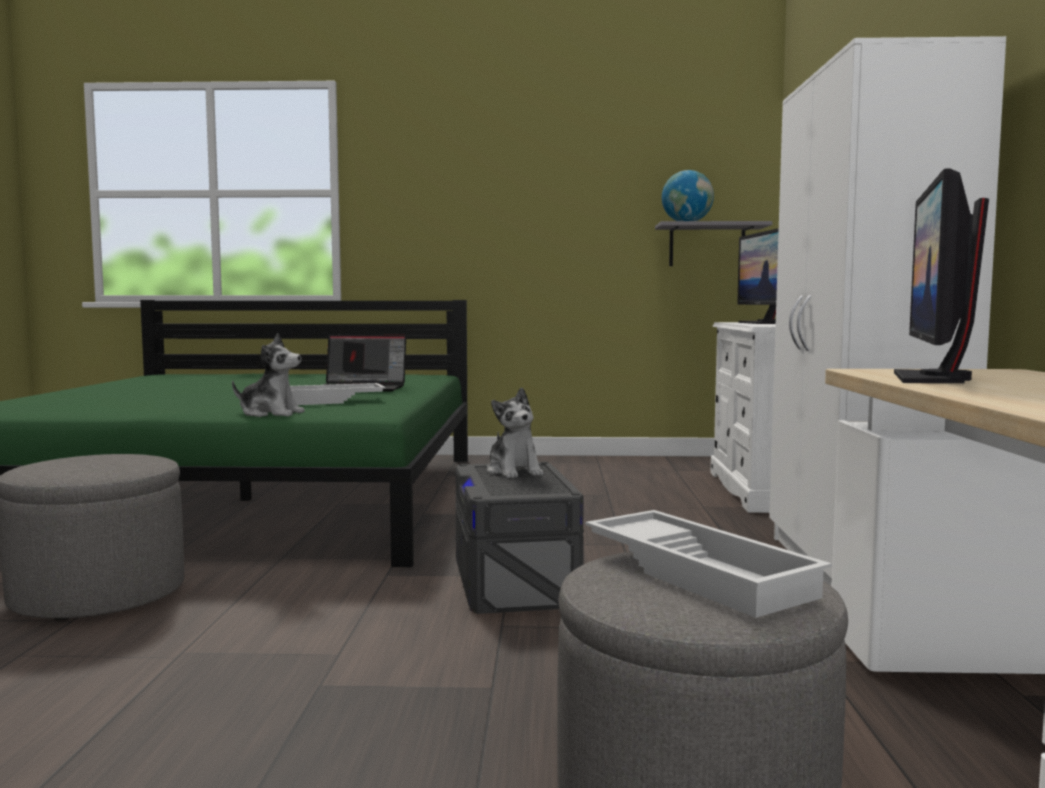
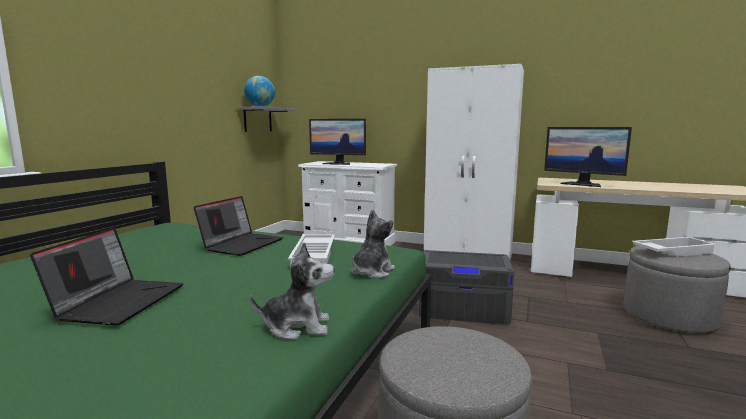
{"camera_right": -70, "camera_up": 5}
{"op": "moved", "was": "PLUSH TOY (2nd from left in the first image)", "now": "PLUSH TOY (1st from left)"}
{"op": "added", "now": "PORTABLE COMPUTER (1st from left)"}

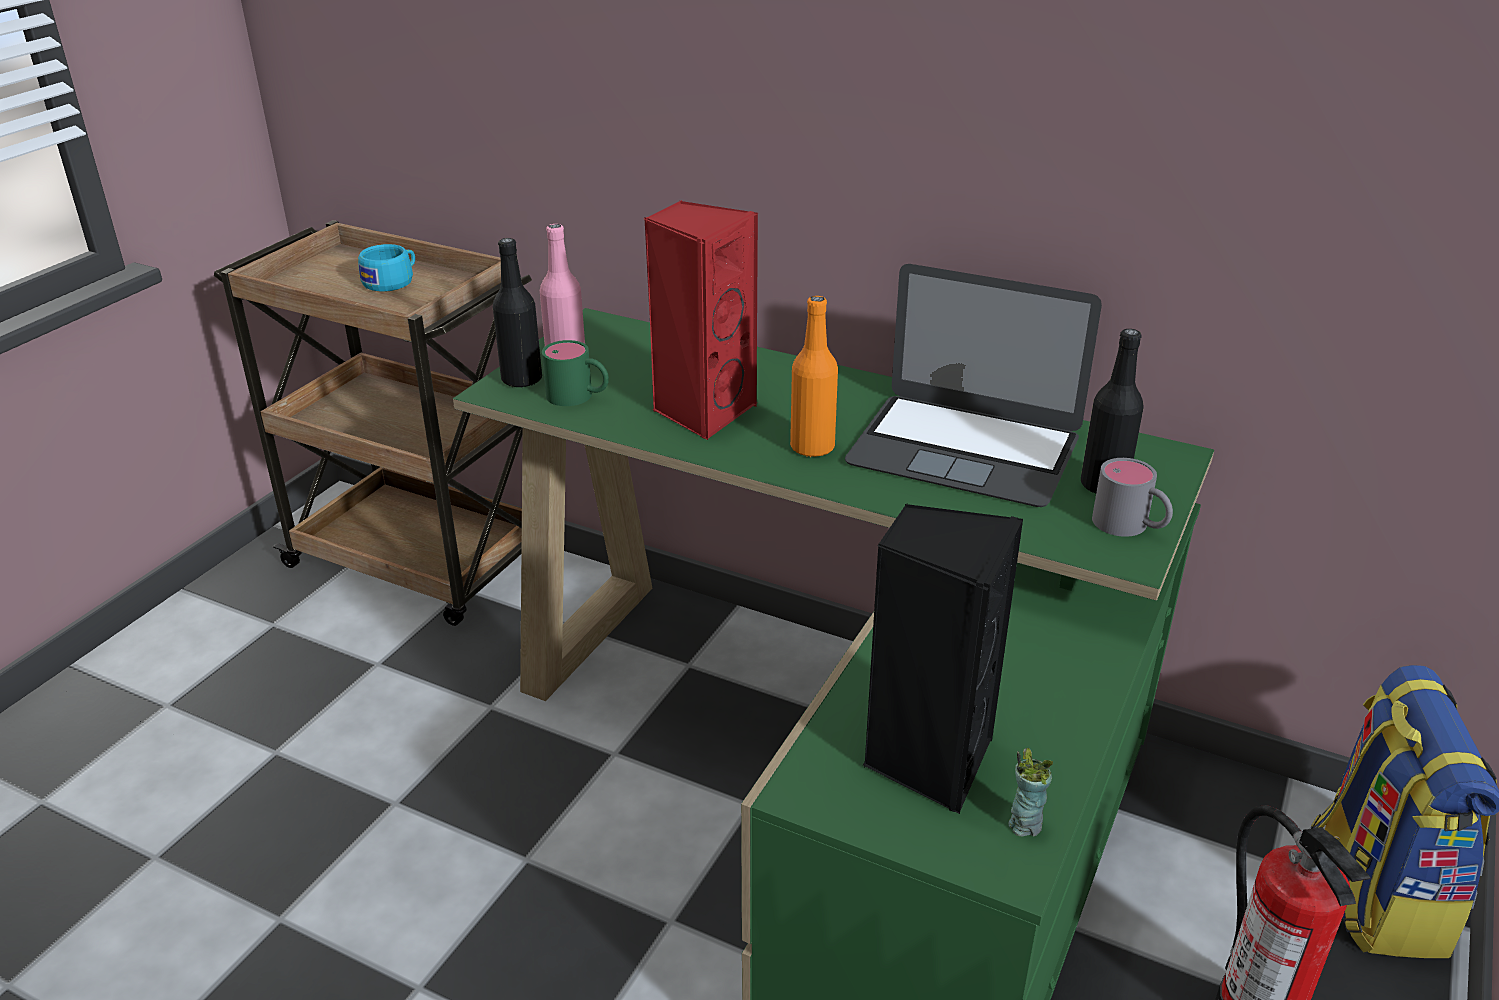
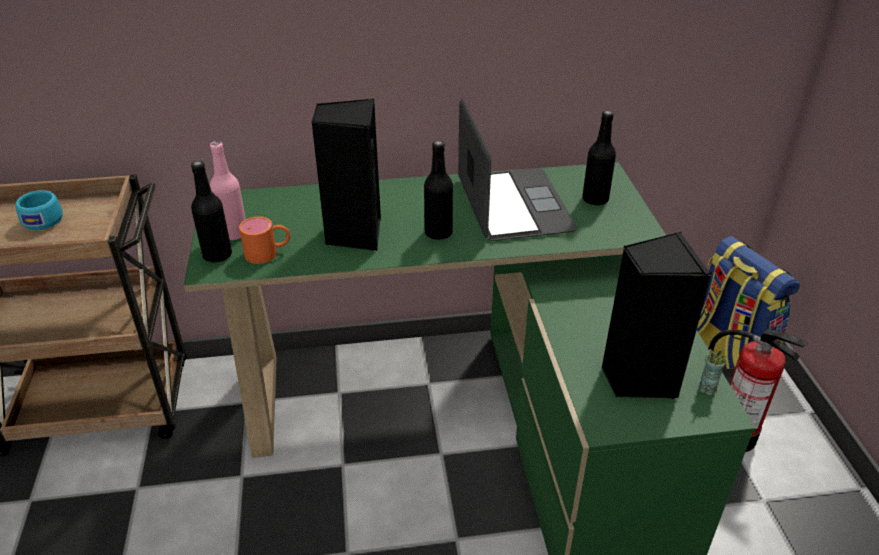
{"camera_right": -35, "camera_up": 5}
{"op": "recoloured", "was": "RED-COLOURED SPEAKER", "now": "BLACK SPEAKER (1st from left)"}
{"op": "turned", "was": "PORTABLE COMPUTER", "clockwise": -90}
{"op": "recoloured", "was": "ORANGEY BOTTLE", "now": "BLACK BOTTLE (2nd from left)"}
{"op": "recoloured", "was": "GREEN TEA MUG", "now": "ORANGEY TEA MUG"}
{"op": "removed", "was": "GRAY TEA MUG"}

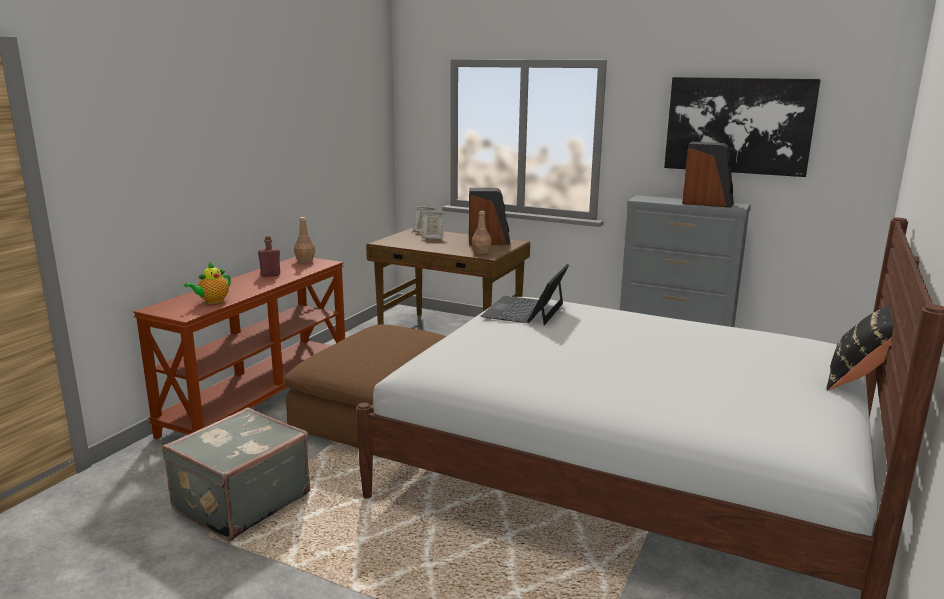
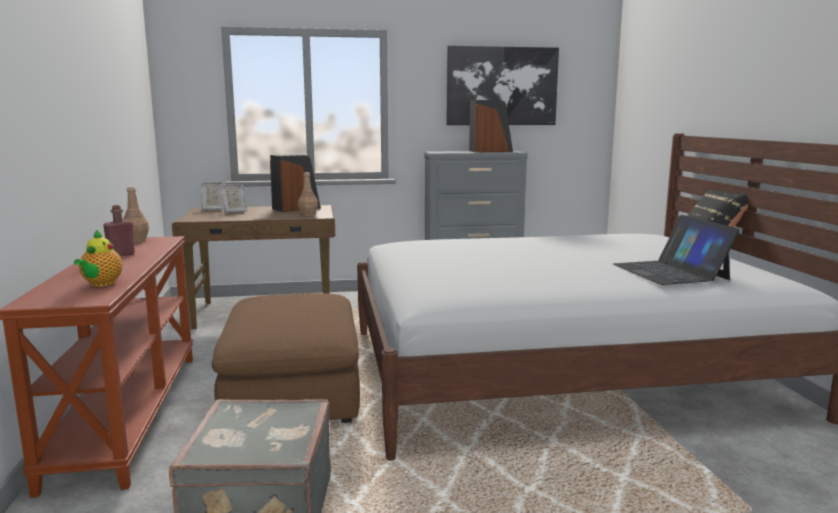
{"camera_right": -35, "camera_up": -5}
{"op": "moved", "was": "PORTABLE COMPUTER"}

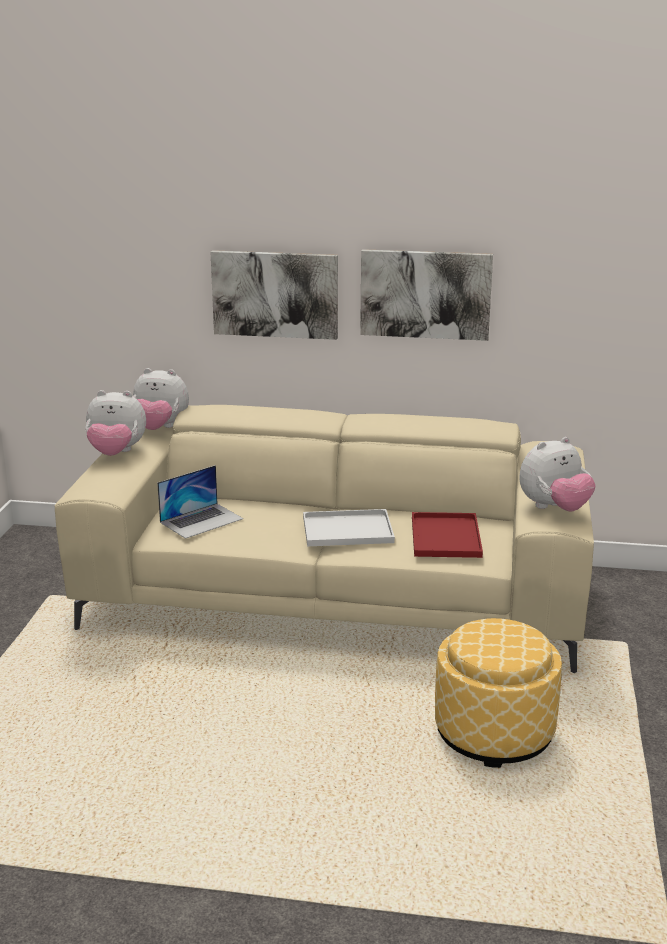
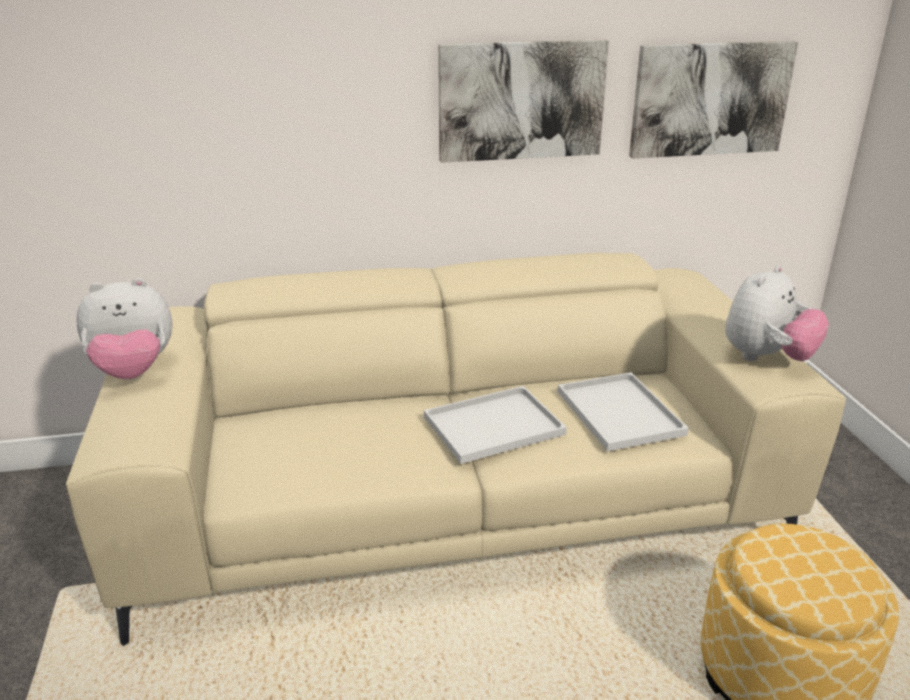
{"camera_right": -20, "camera_up": 5}
{"op": "moved", "was": "PICTURE (1st from left in the first image)", "now": "PICTURE (2nd from left)"}
{"op": "removed", "was": "PLUSH TOY (2nd from left)"}
{"op": "removed", "was": "PORTABLE COMPUTER"}
{"op": "recoloured", "was": "RED-COLOURED TRAY", "now": "WHITE-COLOURED TRAY (2nd from left)"}

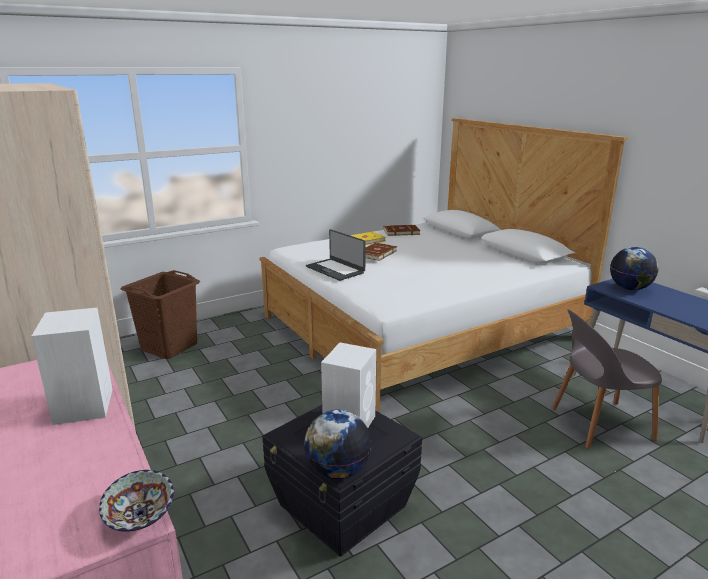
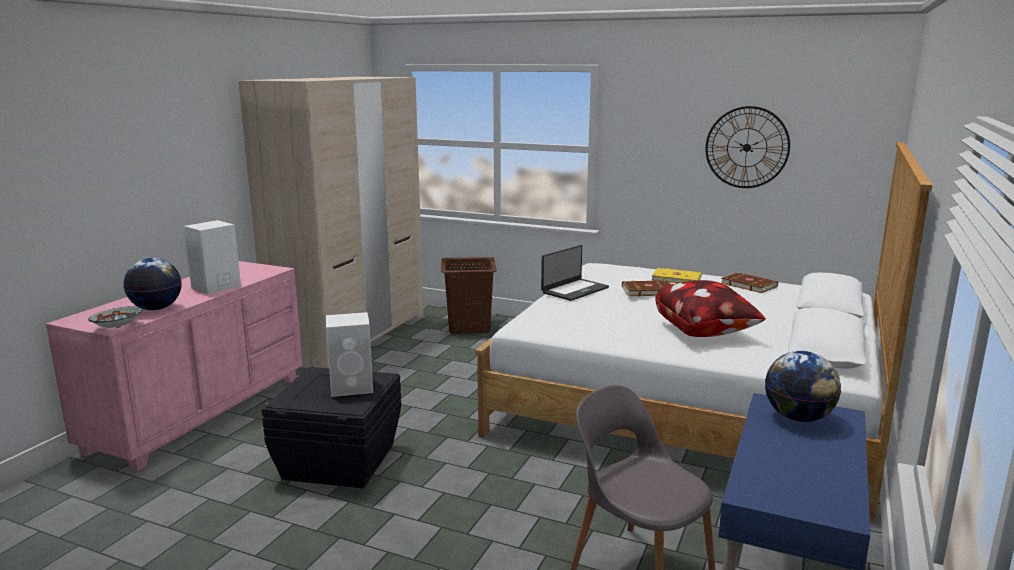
{"camera_right": 55, "camera_up": -5}
{"op": "turned", "was": "PORTABLE COMPUTER", "clockwise": -150}
{"op": "moved", "was": "GLOBE (1st from left)"}
{"op": "added", "now": "HANGING CLOCK"}
{"op": "added", "now": "PILLOW"}

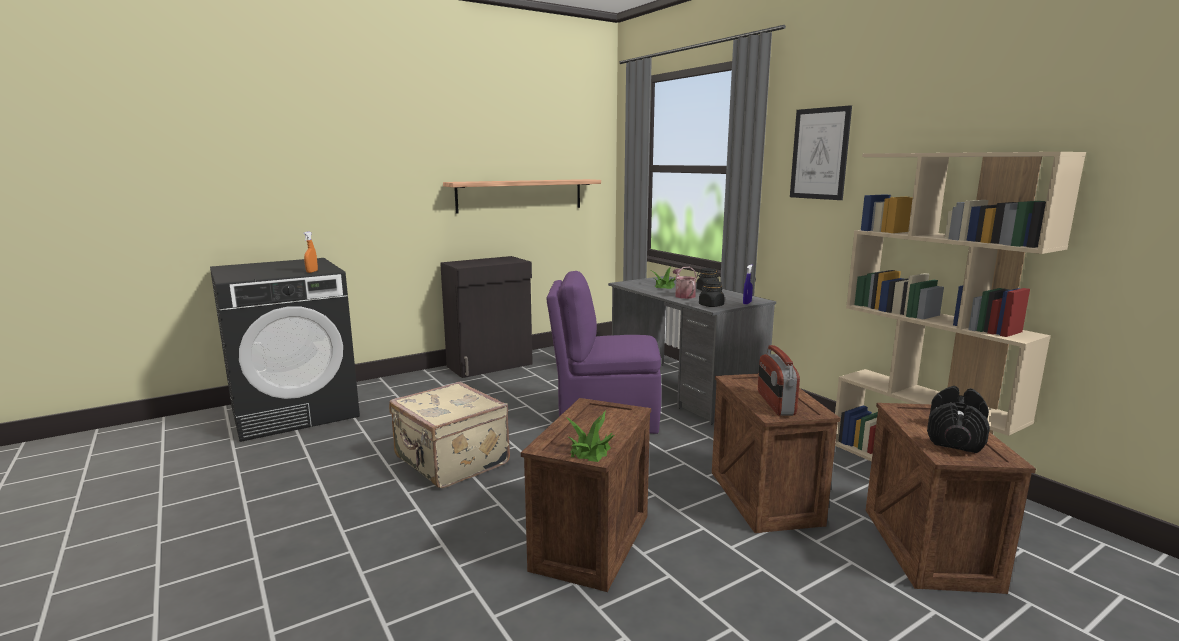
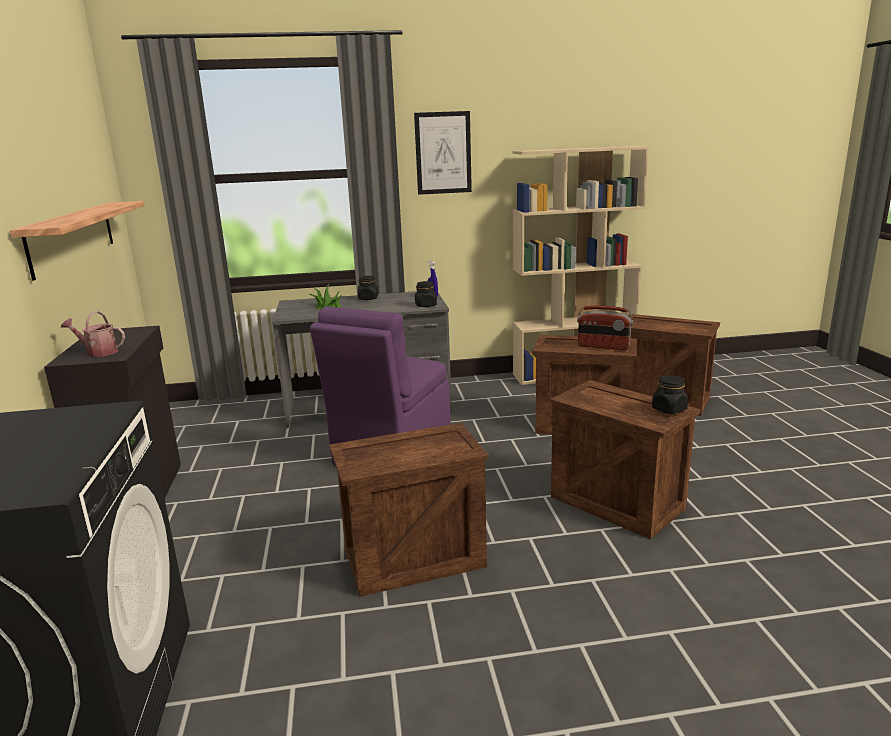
{"camera_right": -65, "camera_up": 5}
{"op": "removed", "was": "ORANGEY SPRAY BOTTLE"}
{"op": "moved", "was": "WATERING CAN"}
{"op": "replaced", "was": "BEIGE PIECE OF LUGGAGE", "now": "CRATE (1st from left)"}
{"op": "removed", "was": "BLACK DUMBBELL"}
{"op": "replaced", "was": "PLANT IN A POT (1st from left)", "now": "BLACK PRESERVE JAR (3rd from left)"}

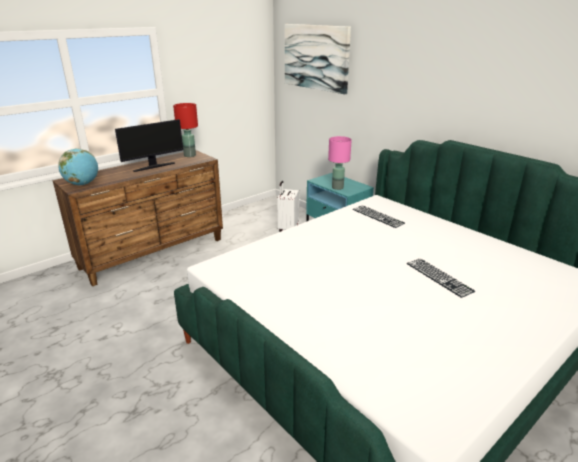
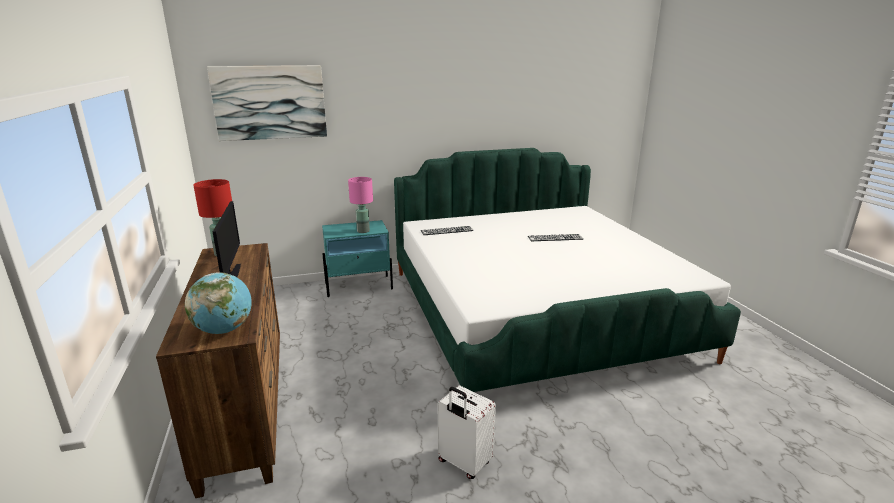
{"camera_right": -65, "camera_up": -5}
{"op": "moved", "was": "WHITE-COLOURED PIECE OF LUGGAGE"}

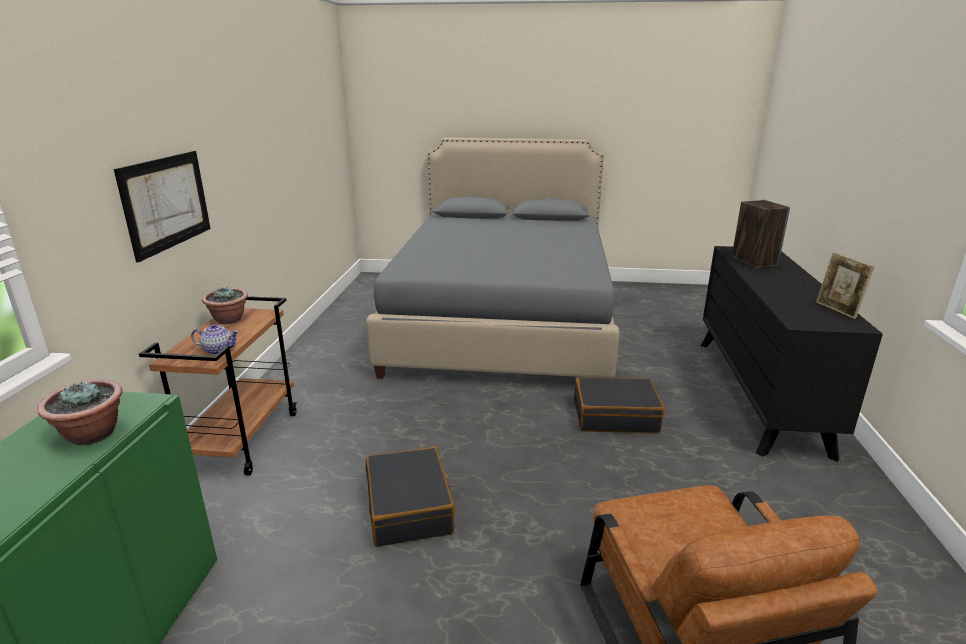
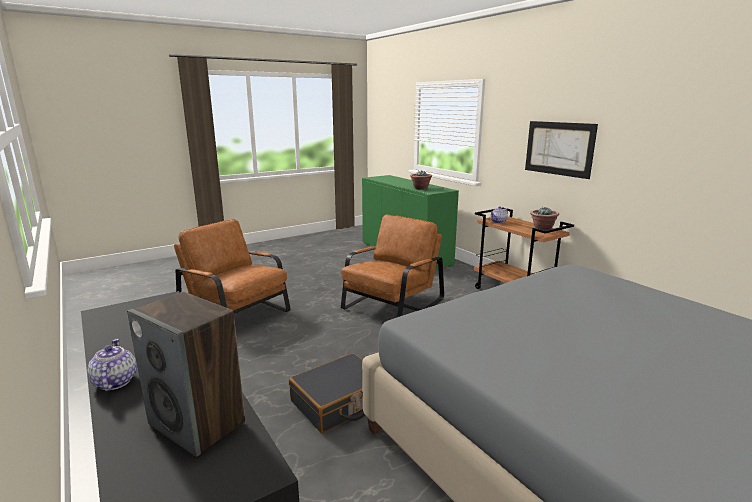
{"camera_right": 140, "camera_up": -5}
{"op": "removed", "was": "PICTURE FRAME"}
{"op": "replaced", "was": "BLACK PIECE OF LUGGAGE (1st from left)", "now": "BROWN-COLOURED LOUNGE CHAIR (2nd from left)"}
{"op": "added", "now": "POT FOR TEA (1st from left)"}

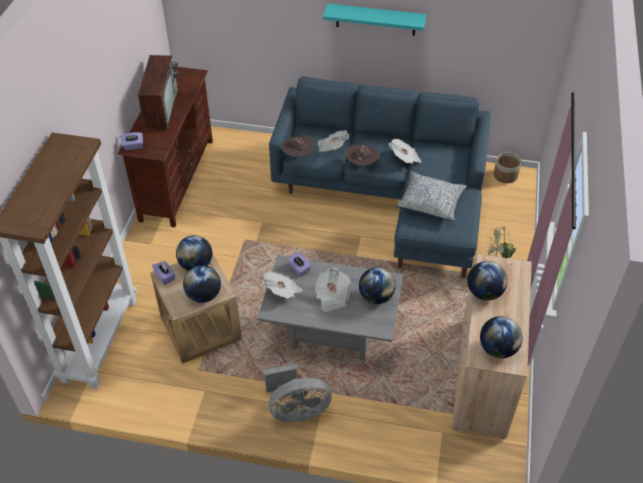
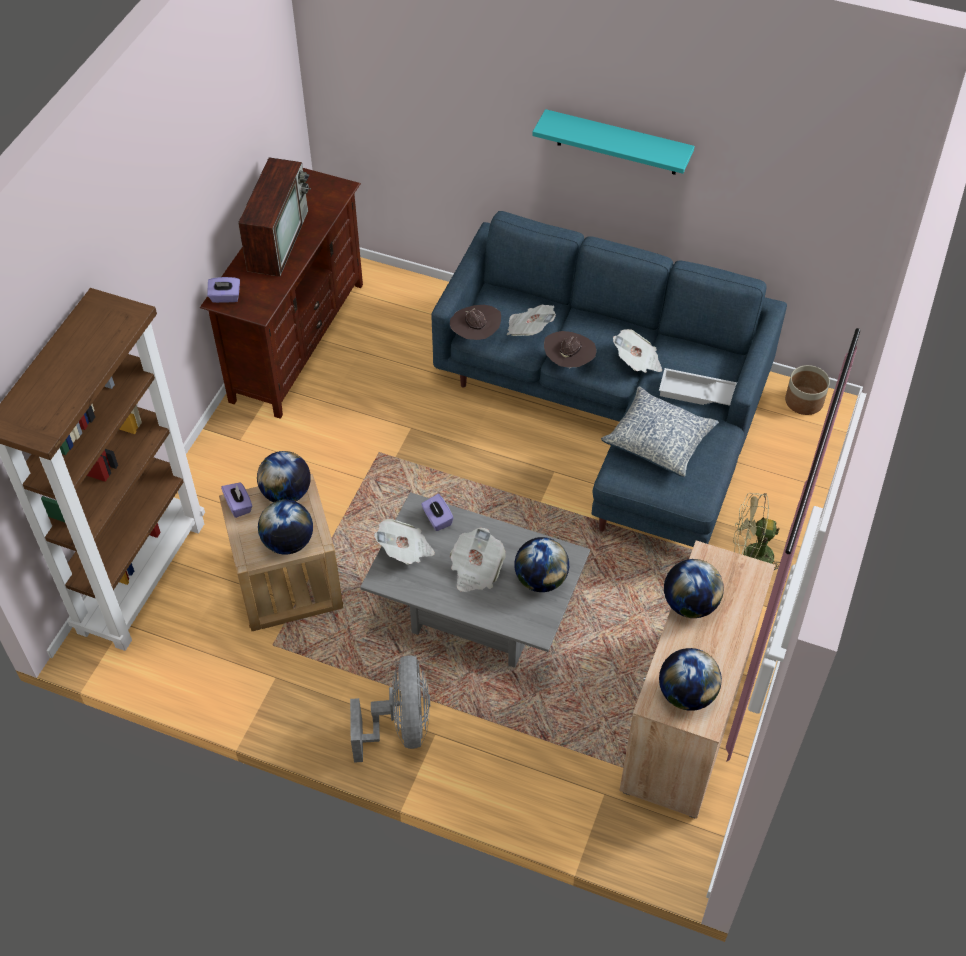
{"camera_right": 10, "camera_up": 5}
{"op": "turned", "was": "GRAY FAN", "clockwise": -90}
{"op": "added", "now": "WHITE-COLOURED TRAY"}

